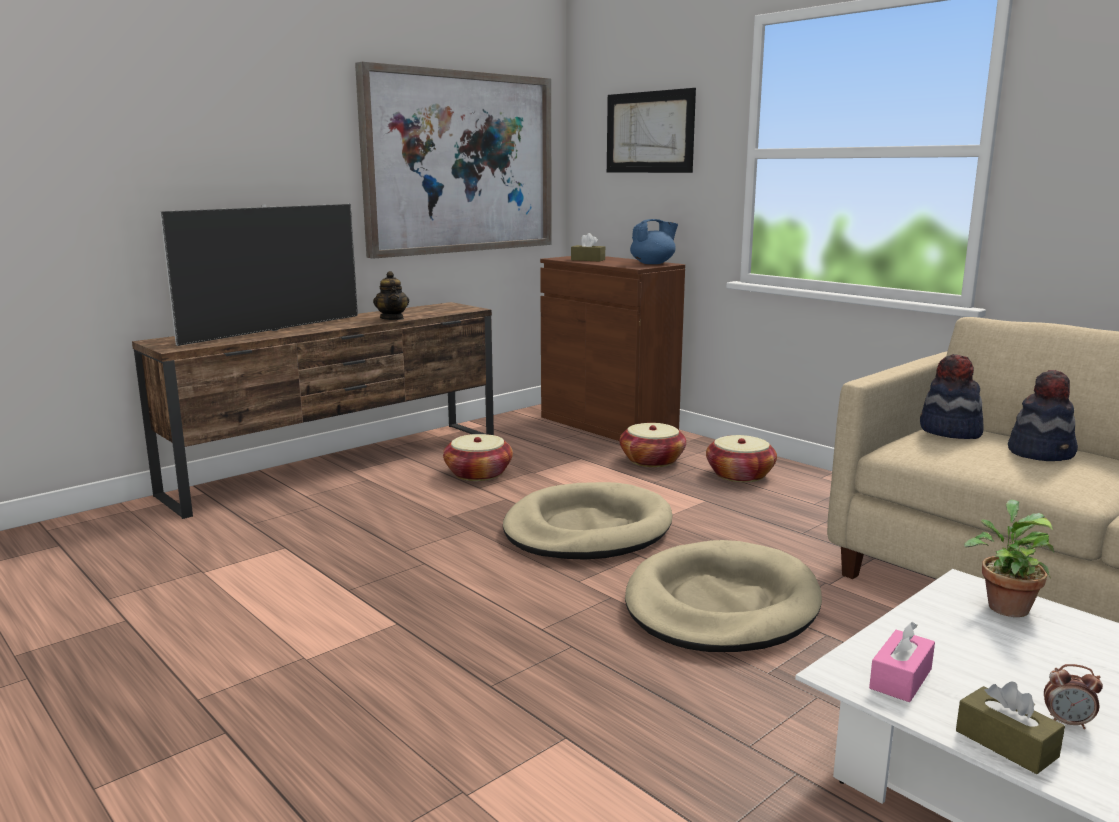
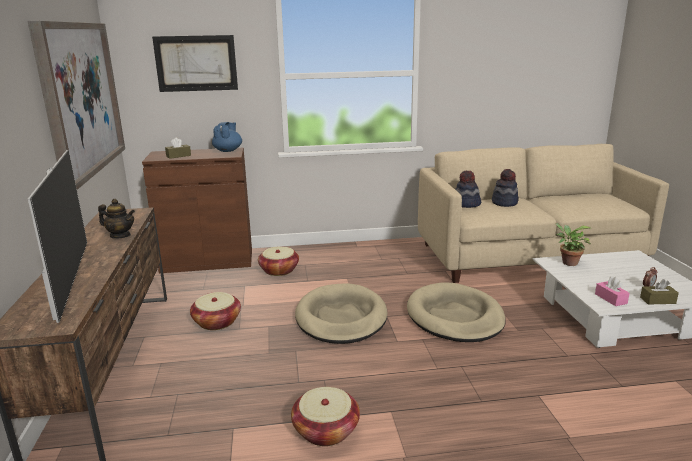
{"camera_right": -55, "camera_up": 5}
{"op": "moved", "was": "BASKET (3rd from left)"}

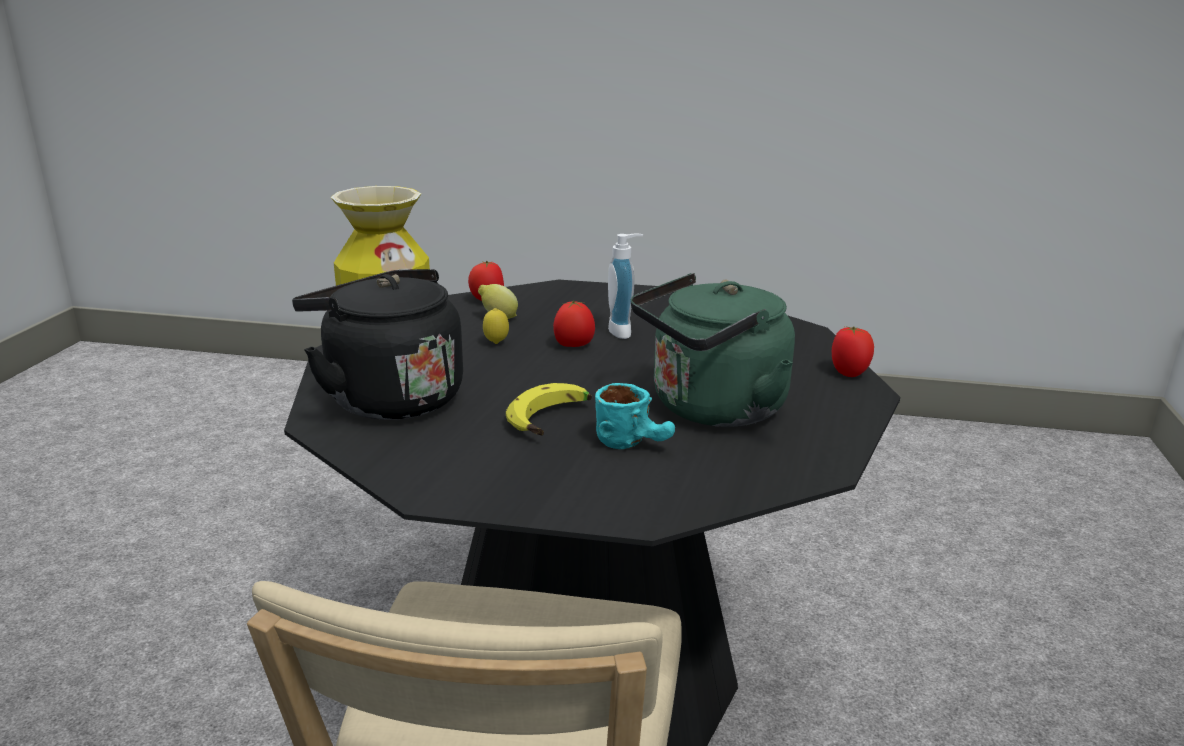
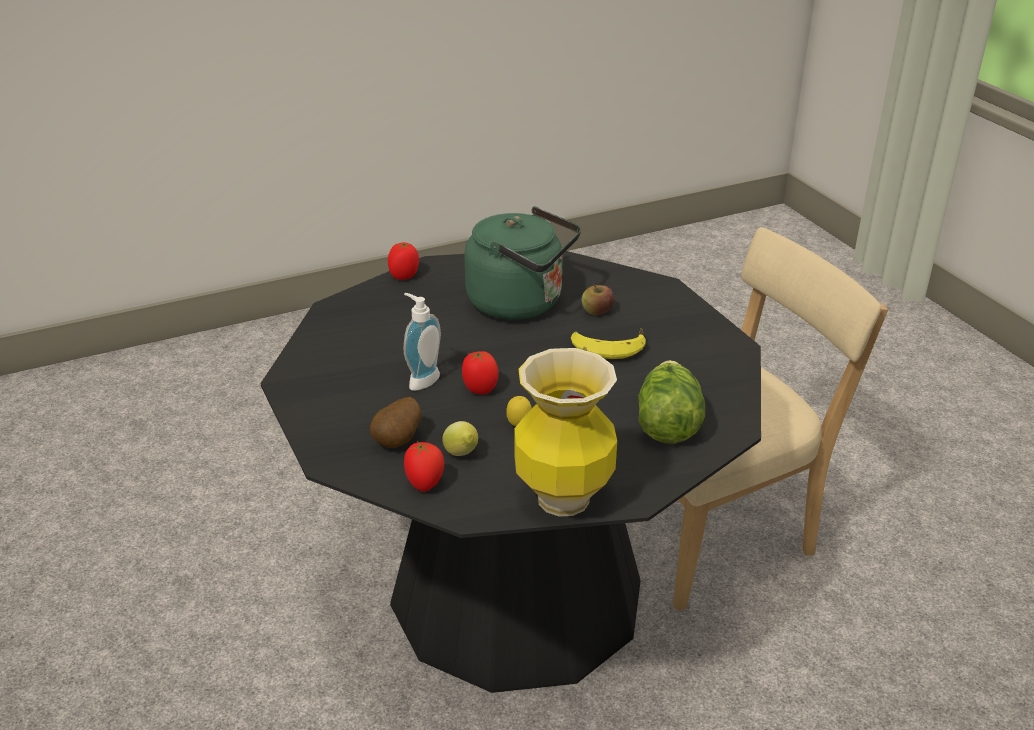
{"camera_right": -125, "camera_up": 10}
{"op": "replaced", "was": "BLACK TEA KETTLE", "now": "HEAD OF LETTUCE"}
{"op": "replaced", "was": "TURQUOISE TEA MUG", "now": "APPLE FRUIT"}
{"op": "added", "now": "POTATO"}

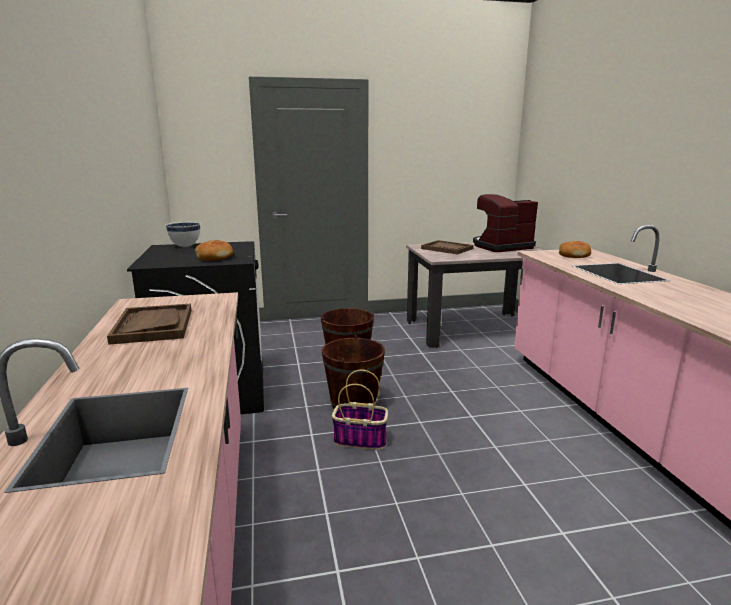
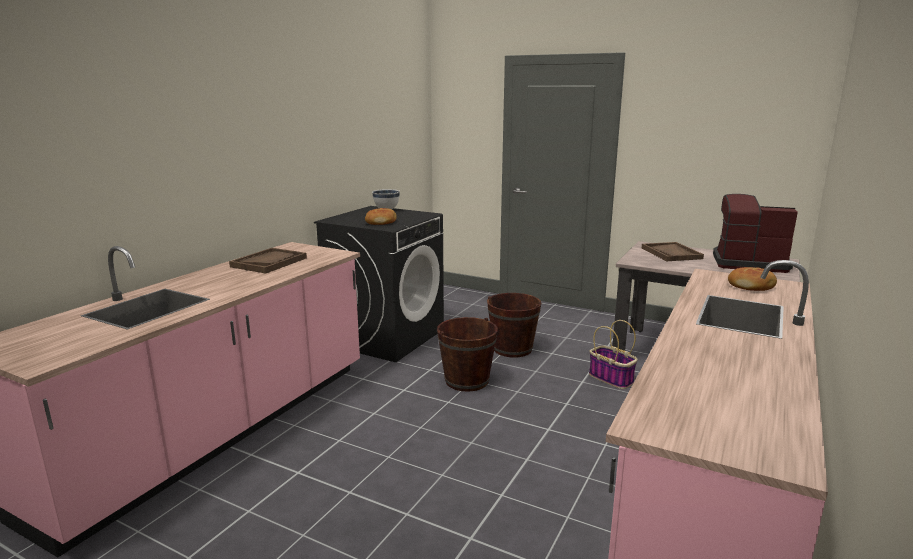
{"camera_right": 40, "camera_up": 0}
{"op": "moved", "was": "BASKET"}

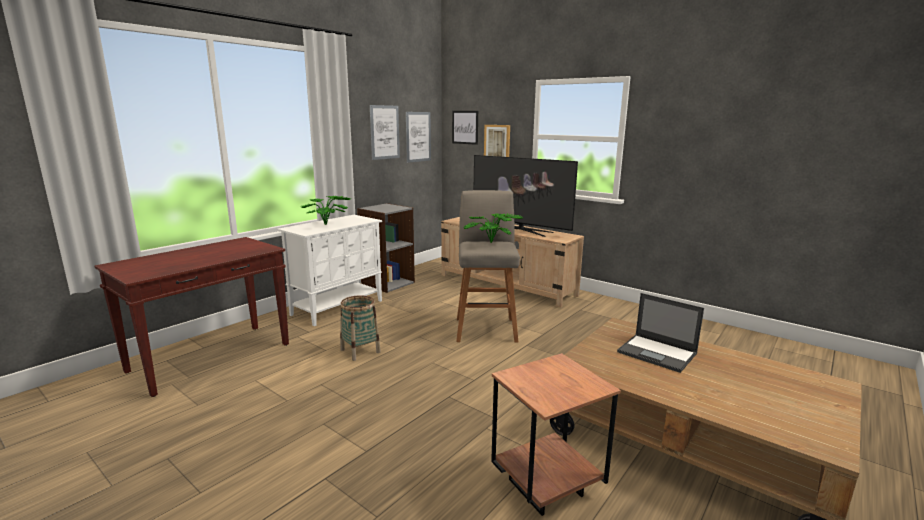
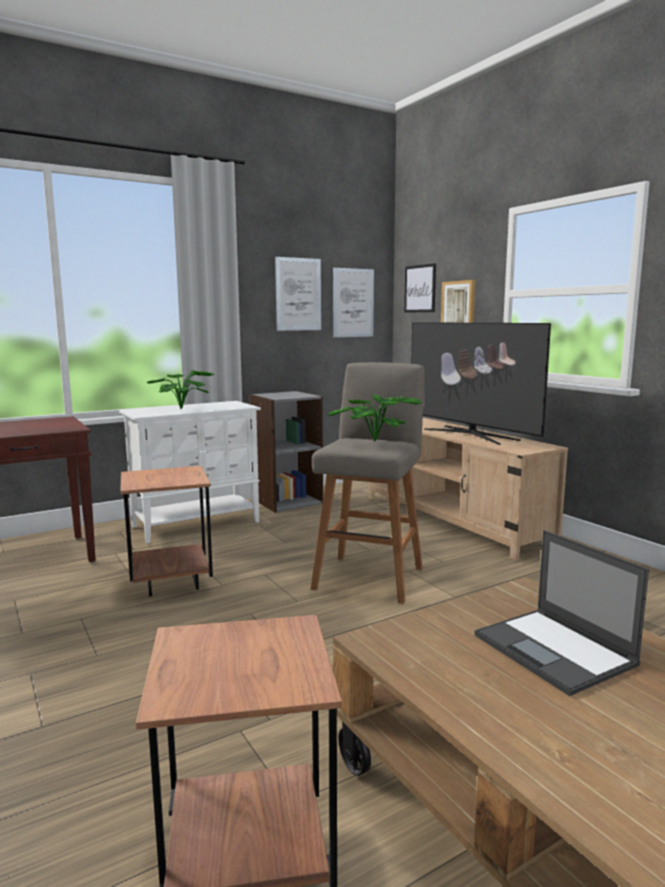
{"camera_right": 20, "camera_up": -5}
{"op": "replaced", "was": "BASKET", "now": "BROWN-COLOURED END TABLE (1st from left)"}

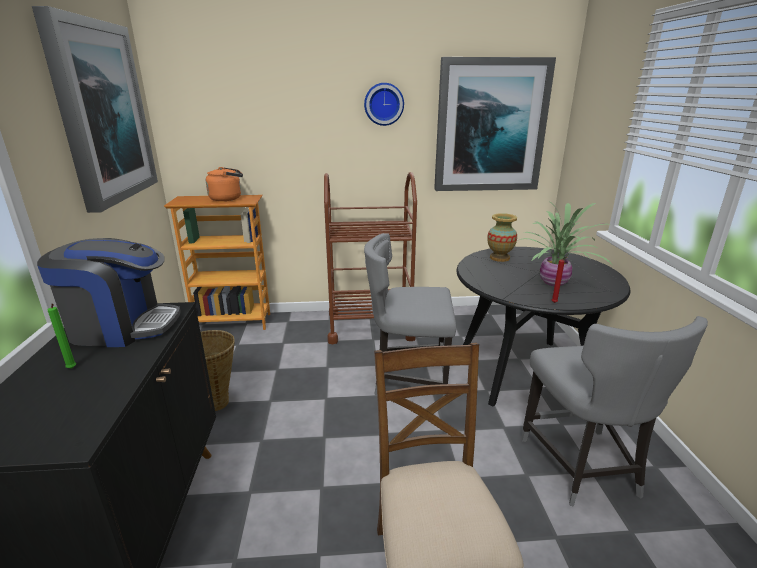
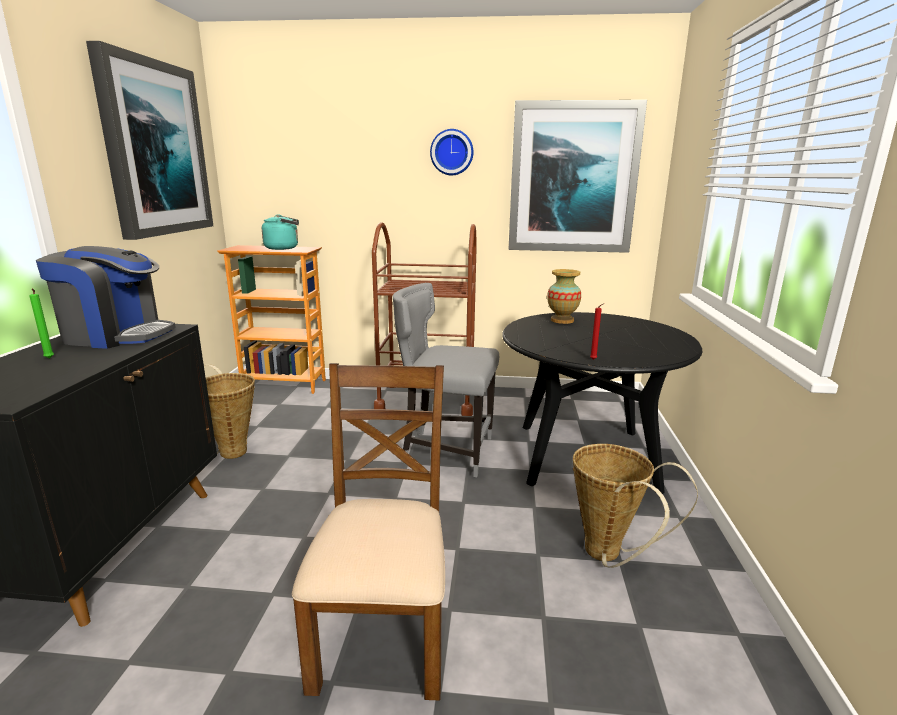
{"camera_right": 10, "camera_up": -5}
{"op": "recoloured", "was": "ORANGEY TEA KETTLE", "now": "TURQUOISE TEA KETTLE"}
{"op": "removed", "was": "PLANT IN A POT"}
{"op": "replaced", "was": "GRAY UPRIGHT CHAIR (2nd from left)", "now": "BASKET (2nd from left)"}

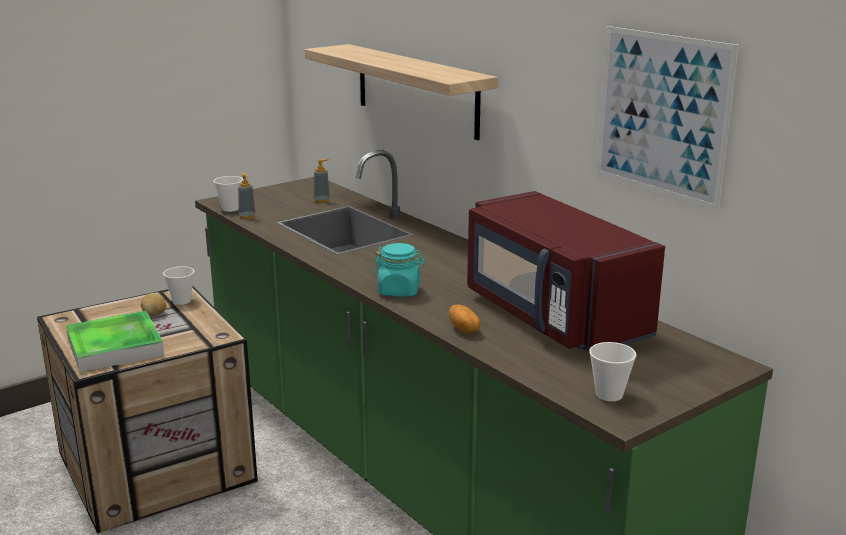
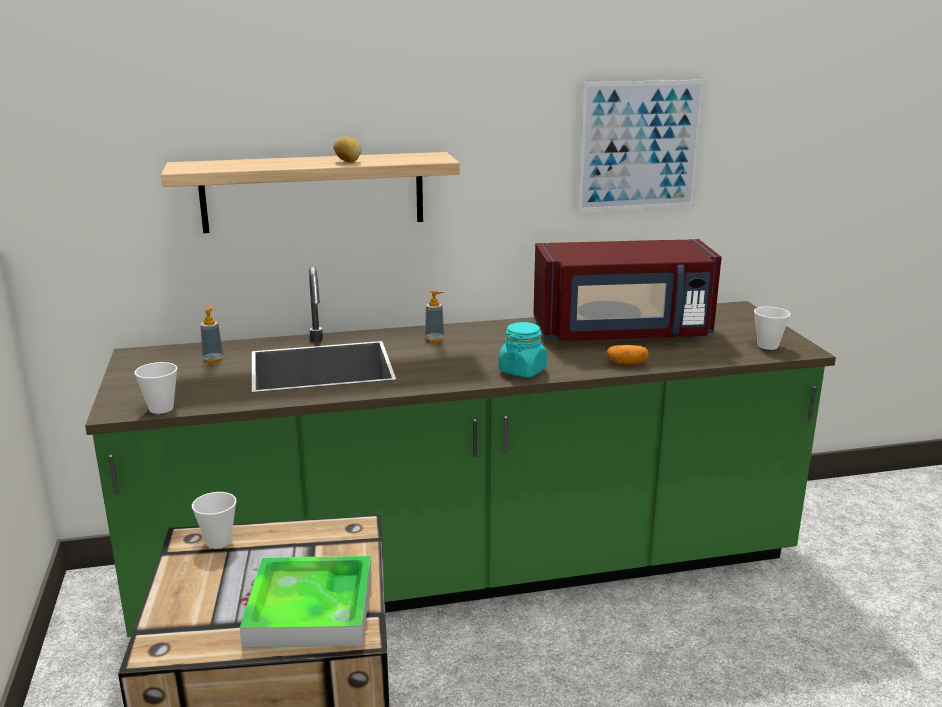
{"camera_right": -65, "camera_up": 0}
{"op": "moved", "was": "LIQUID SOAP BOTTLE (1st from left in the first image)", "now": "LIQUID SOAP BOTTLE (2nd from left)"}
{"op": "moved", "was": "POTATO (1st from left)"}

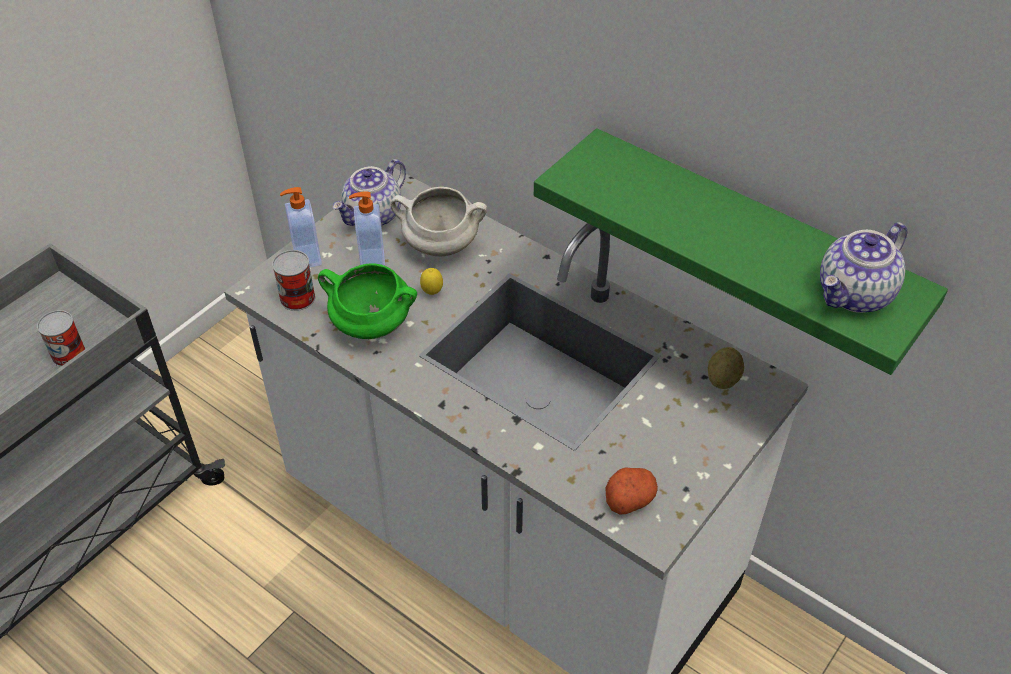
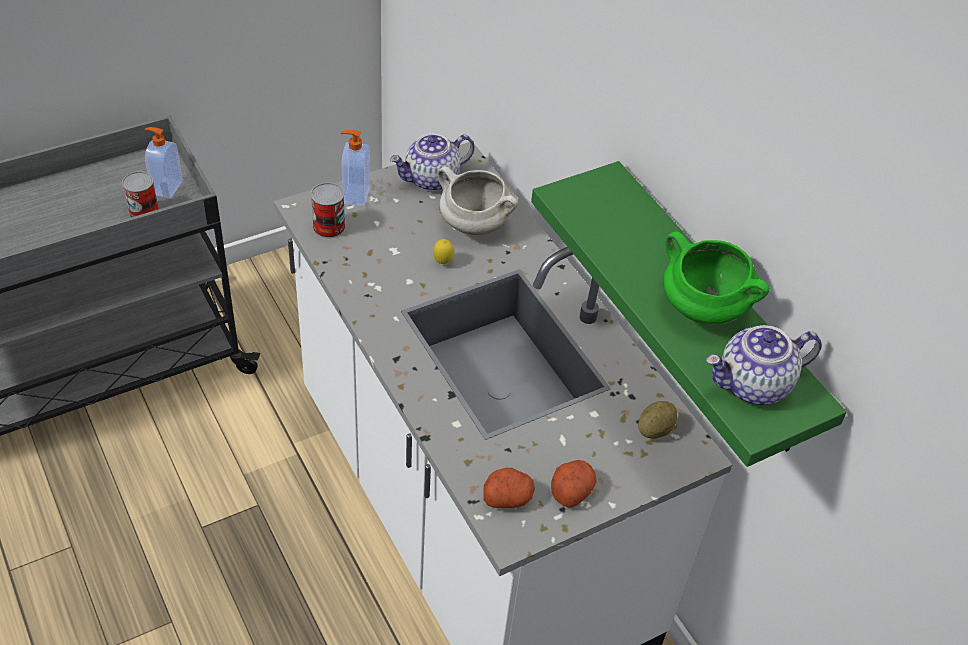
{"camera_right": 20, "camera_up": 0}
{"op": "moved", "was": "LIQUID SOAP BOTTLE (2nd from left in the first image)", "now": "LIQUID SOAP BOTTLE (1st from left)"}
{"op": "moved", "was": "GREEN STOCKPOT"}
{"op": "added", "now": "POTATO (2nd from left)"}

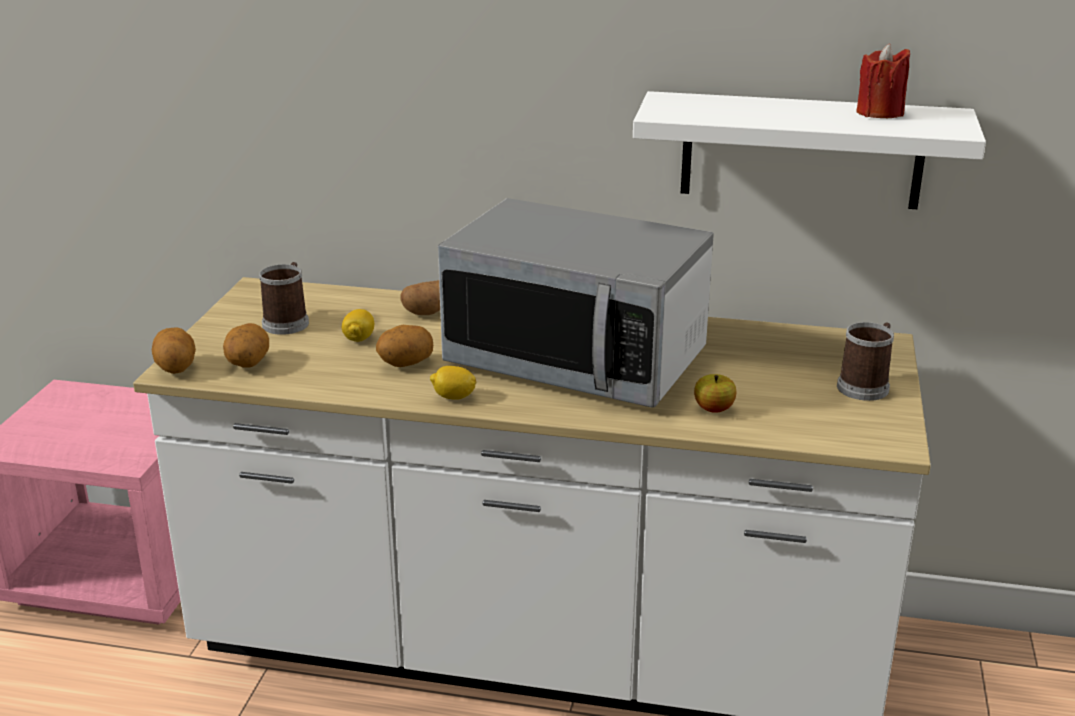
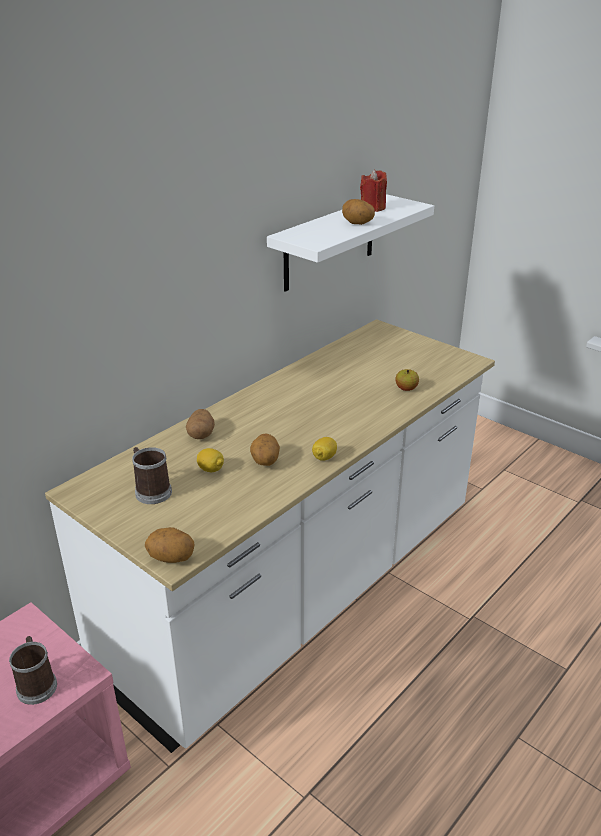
{"camera_right": -60, "camera_up": 5}
{"op": "removed", "was": "KITCHEN MICROWAVE"}
{"op": "moved", "was": "TEA MUG (2nd from left in the first image)", "now": "TEA MUG (1st from left)"}
{"op": "moved", "was": "POTATO (2nd from left in the first image)", "now": "POTATO (4th from left)"}

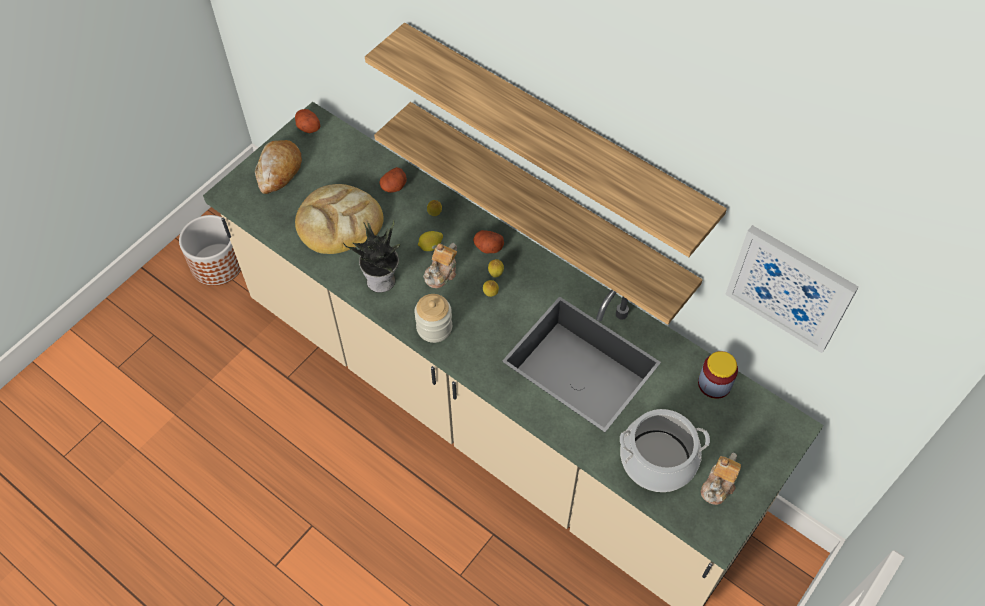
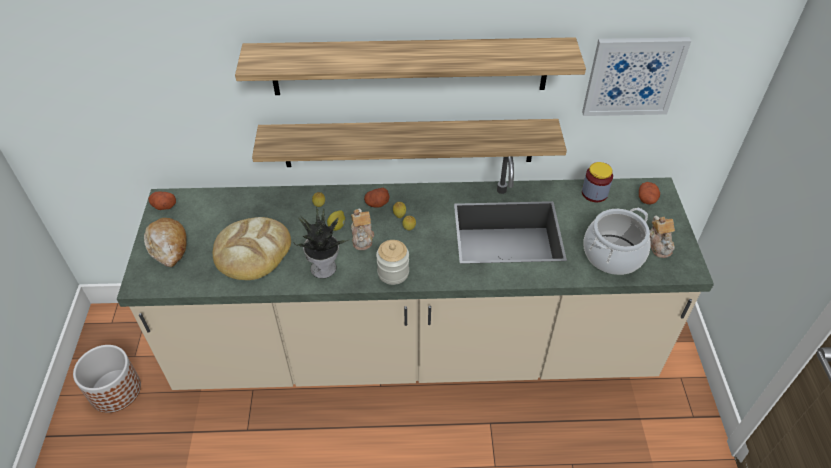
{"camera_right": -40, "camera_up": -10}
{"op": "moved", "was": "POTATO (2nd from left in the first image)", "now": "POTATO (3rd from left)"}

